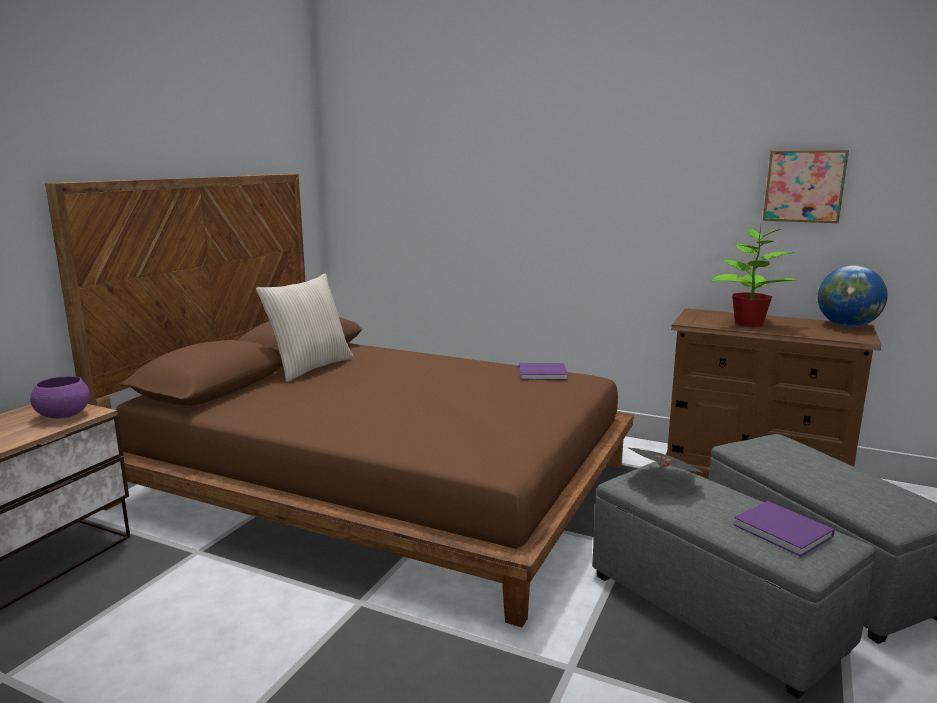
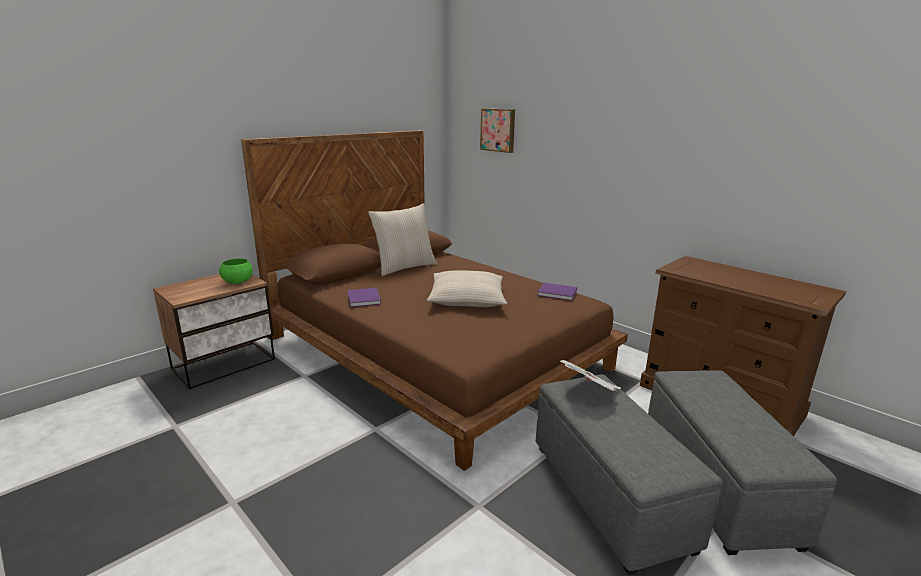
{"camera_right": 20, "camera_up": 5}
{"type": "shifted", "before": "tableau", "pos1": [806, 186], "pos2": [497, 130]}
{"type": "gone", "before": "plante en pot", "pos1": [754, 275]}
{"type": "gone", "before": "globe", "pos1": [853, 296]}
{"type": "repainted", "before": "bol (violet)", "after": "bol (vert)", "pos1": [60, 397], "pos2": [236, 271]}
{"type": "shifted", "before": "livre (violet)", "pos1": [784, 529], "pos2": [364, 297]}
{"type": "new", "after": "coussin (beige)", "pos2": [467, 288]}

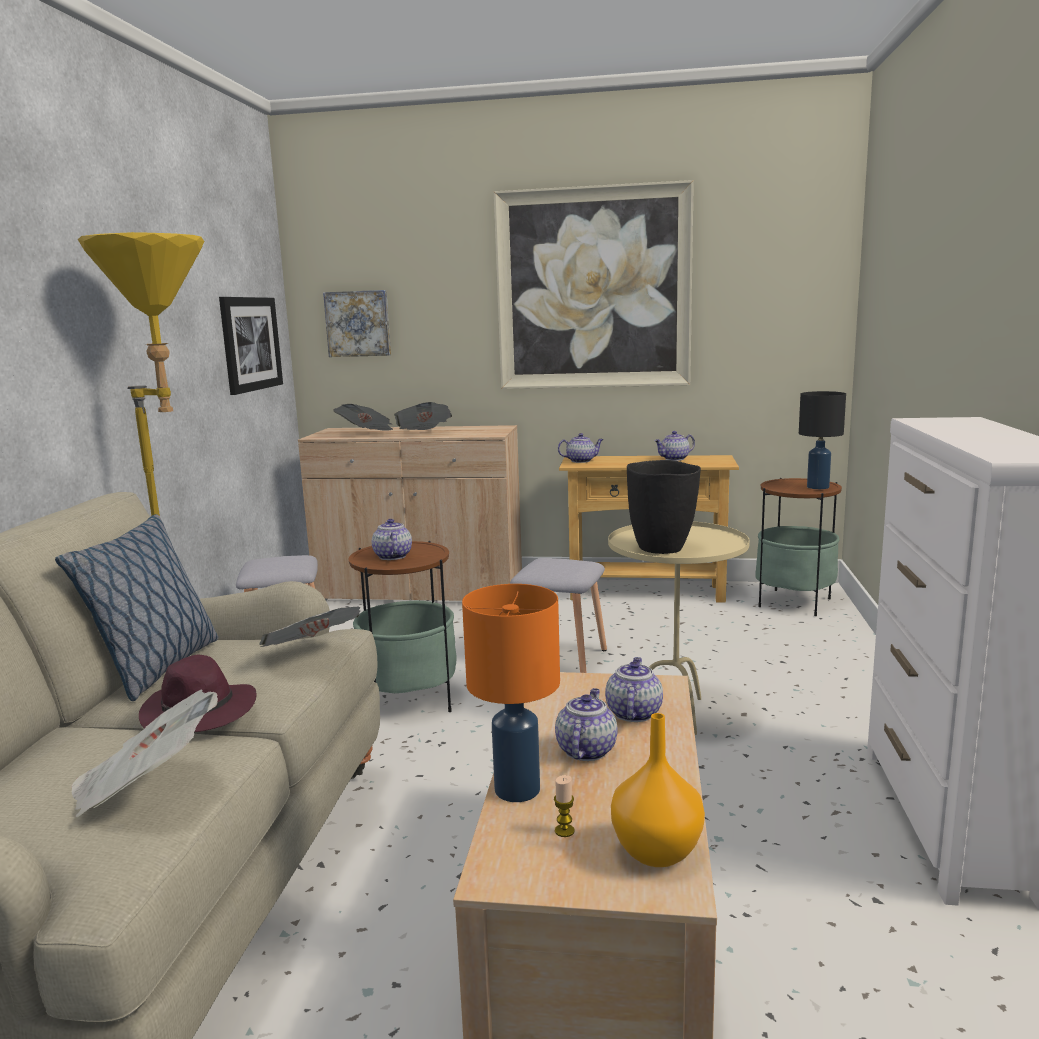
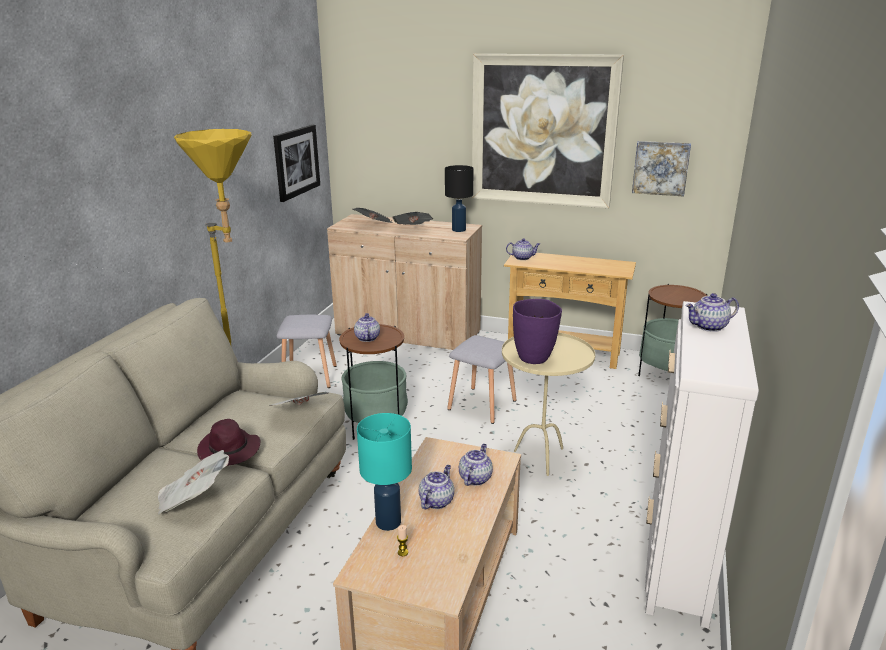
{"camera_right": 10, "camera_up": 10}
{"type": "shifted", "before": "tableau", "pos1": [357, 323], "pos2": [661, 169]}
{"type": "shifted", "before": "lampe de table (noir)", "pos1": [822, 440], "pos2": [459, 198]}
{"type": "shifted", "before": "théière", "pos1": [674, 446], "pos2": [712, 312]}
{"type": "repainted", "before": "vase (noir)", "after": "vase (violet)", "pos1": [664, 507], "pos2": [537, 331]}
{"type": "gone", "before": "coussin", "pos1": [136, 607]}
{"type": "repainted", "before": "lampe de table (orange)", "after": "lampe de table (turquoise)", "pos1": [511, 693], "pos2": [384, 472]}
{"type": "gone", "before": "vase (orange)", "pos1": [658, 790]}

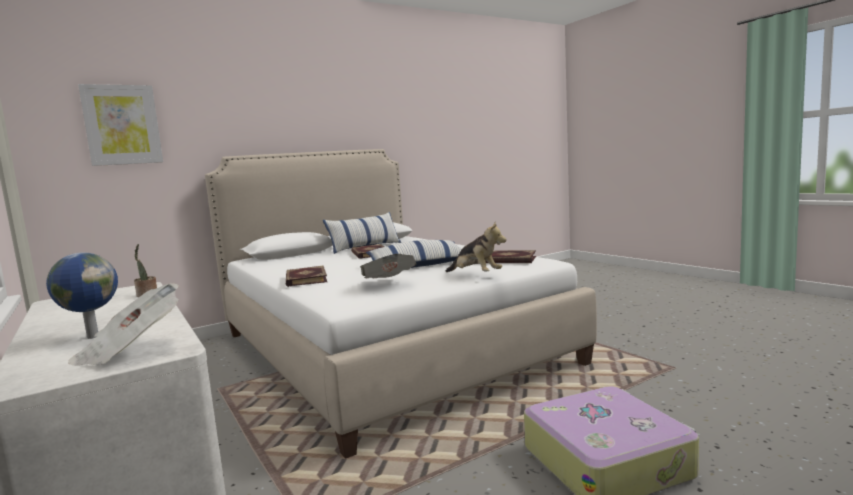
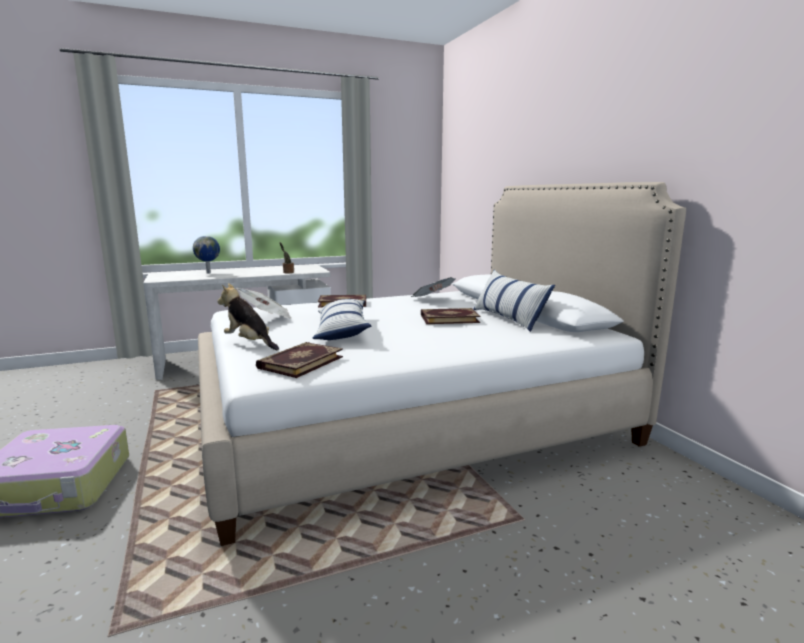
{"camera_right": 100, "camera_up": 5}
{"type": "gone", "before": "tableau", "pos1": [120, 125]}
{"type": "rotated", "before": "peluche", "pos1": [475, 247], "pos2": [248, 316], "turn": 75}
{"type": "shifted", "before": "journal", "pos1": [123, 324], "pos2": [433, 287]}

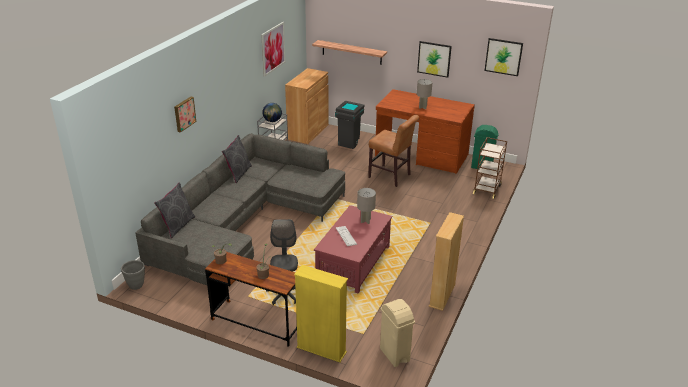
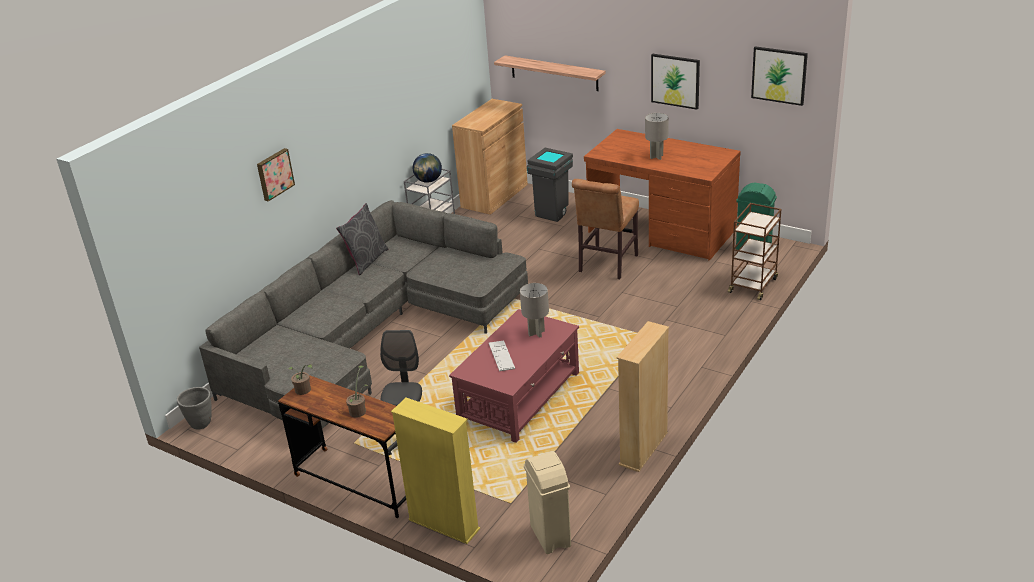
{"camera_right": 10, "camera_up": 0}
{"type": "gone", "before": "tableau", "pos1": [273, 49]}
{"type": "rotated", "before": "chaise (marron)", "pos1": [393, 151], "pos2": [605, 229], "turn": 75}
{"type": "gone", "before": "coussin (gris)", "pos1": [174, 210]}

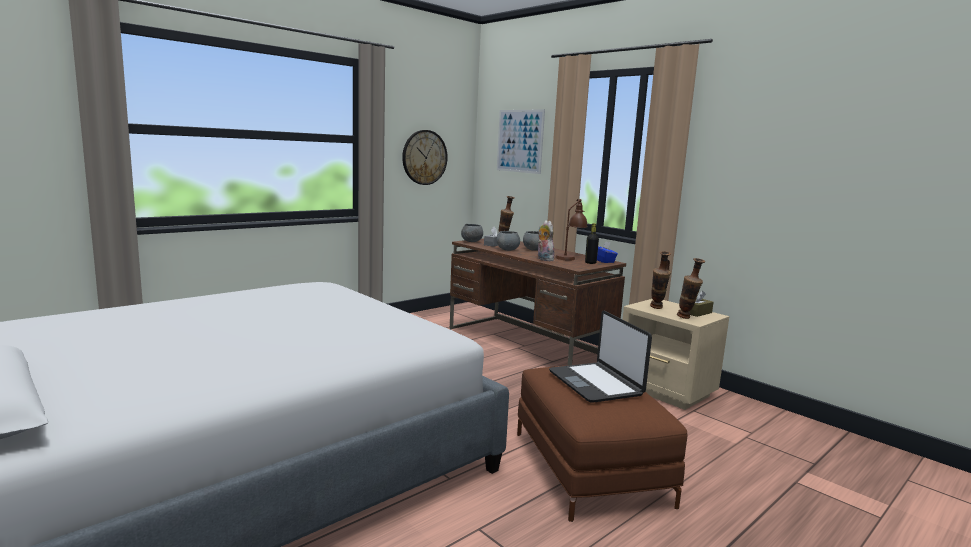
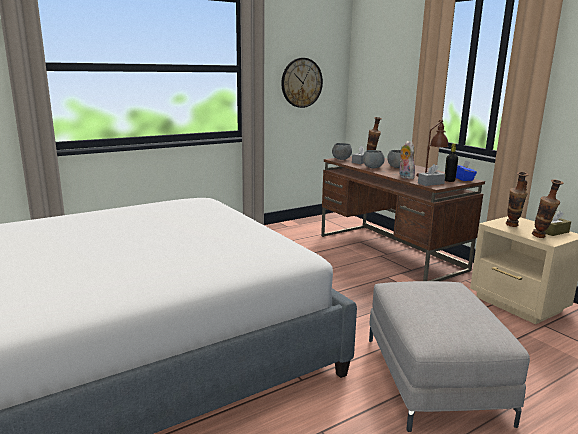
{"camera_right": 10, "camera_up": 5}
{"type": "gone", "before": "tableau", "pos1": [521, 141]}
{"type": "gone", "before": "ordinateur portable", "pos1": [600, 357]}
{"type": "repainted", "before": "pouf (marron)", "after": "pouf (gris)", "pos1": [602, 444], "pos2": [449, 356]}
{"type": "new", "after": "boîte à mouchoirs (gris)", "pos2": [431, 175]}

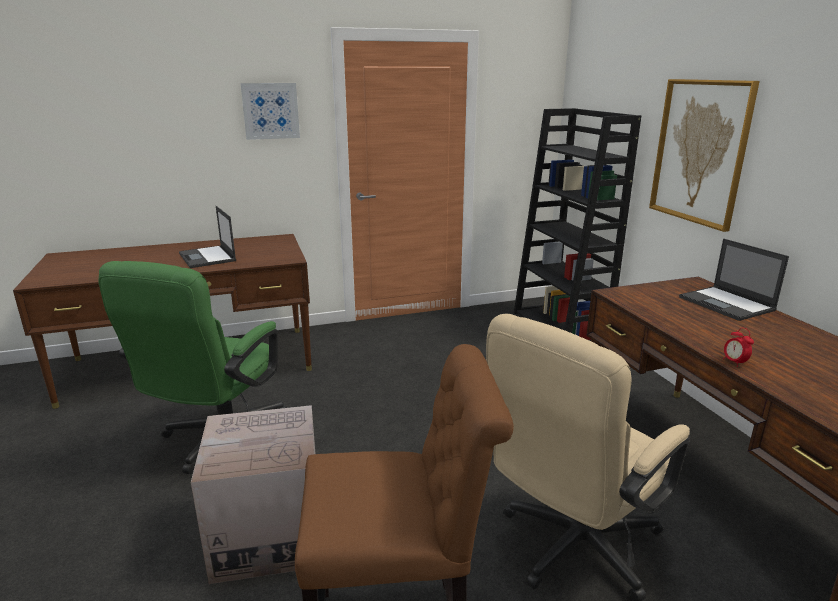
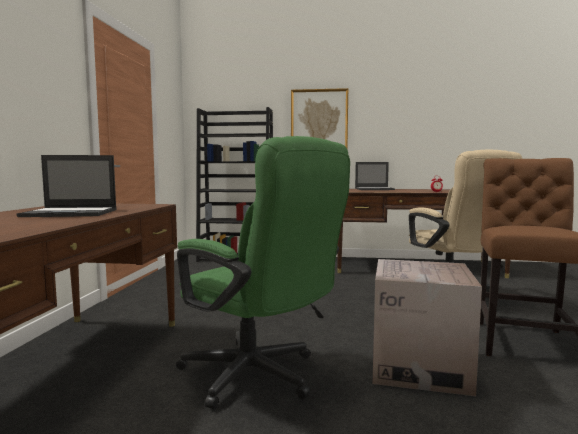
{"camera_right": -65, "camera_up": -15}
{"type": "gone", "before": "tableau", "pos1": [270, 111]}

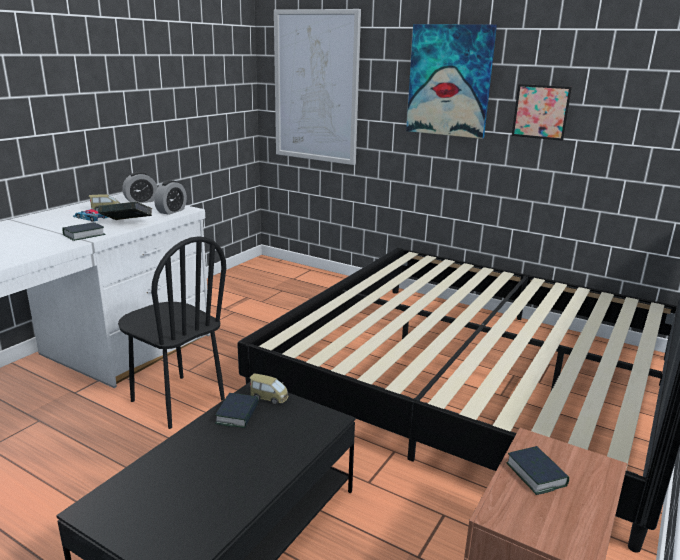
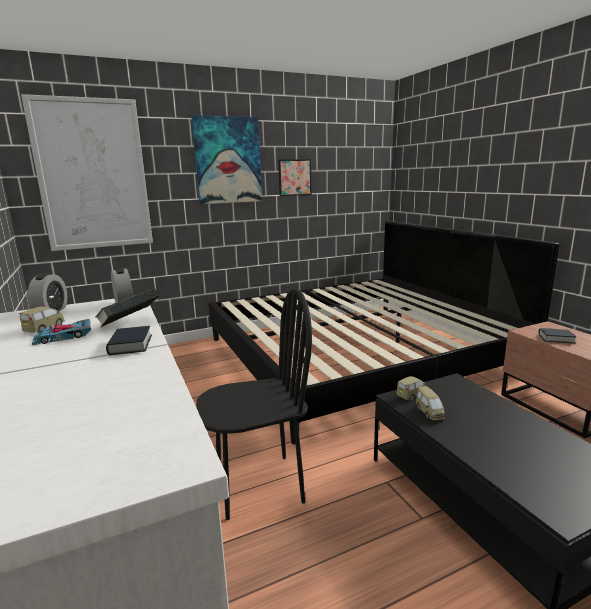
{"camera_right": -55, "camera_up": -5}
{"type": "swapped", "before": "livre", "after": "petite voiture", "pos1": [237, 410], "pos2": [430, 403]}

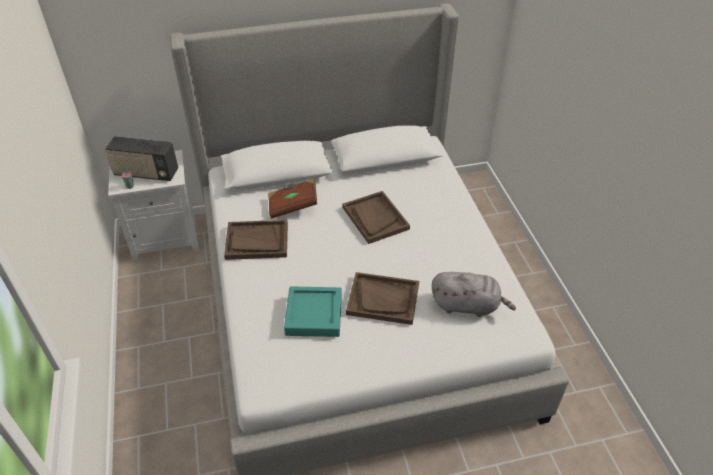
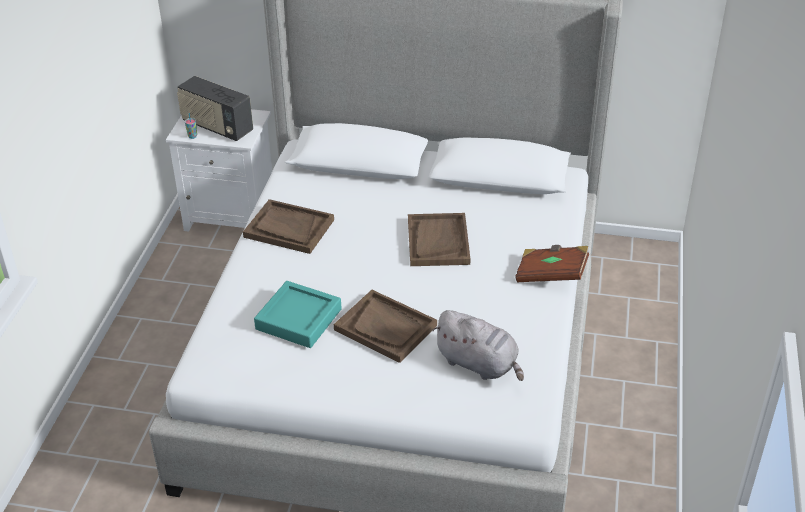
{"camera_right": 25, "camera_up": -5}
{"type": "shifted", "before": "livre (marron)", "pos1": [292, 199], "pos2": [552, 263]}

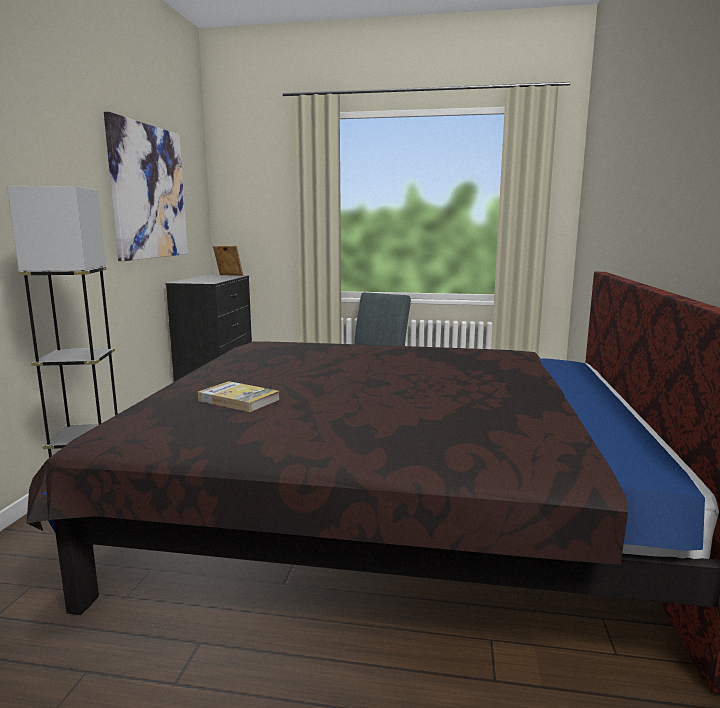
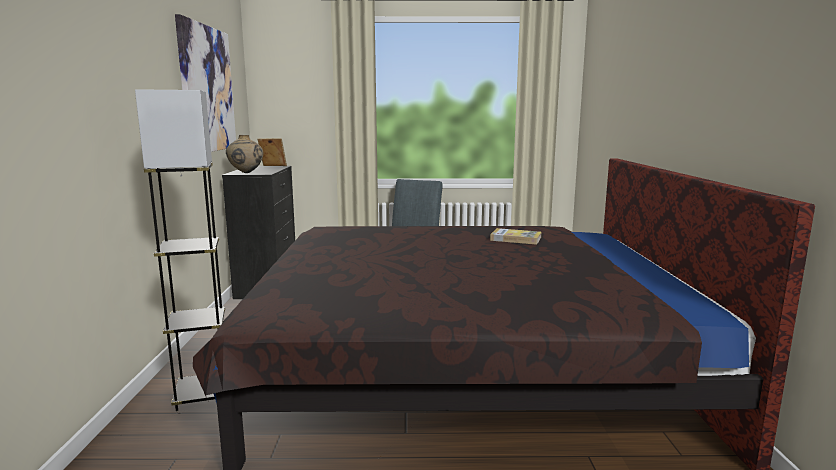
{"camera_right": -10, "camera_up": 0}
{"type": "shifted", "before": "livre", "pos1": [239, 396], "pos2": [515, 236]}
{"type": "new", "after": "vase (beige)", "pos2": [244, 154]}

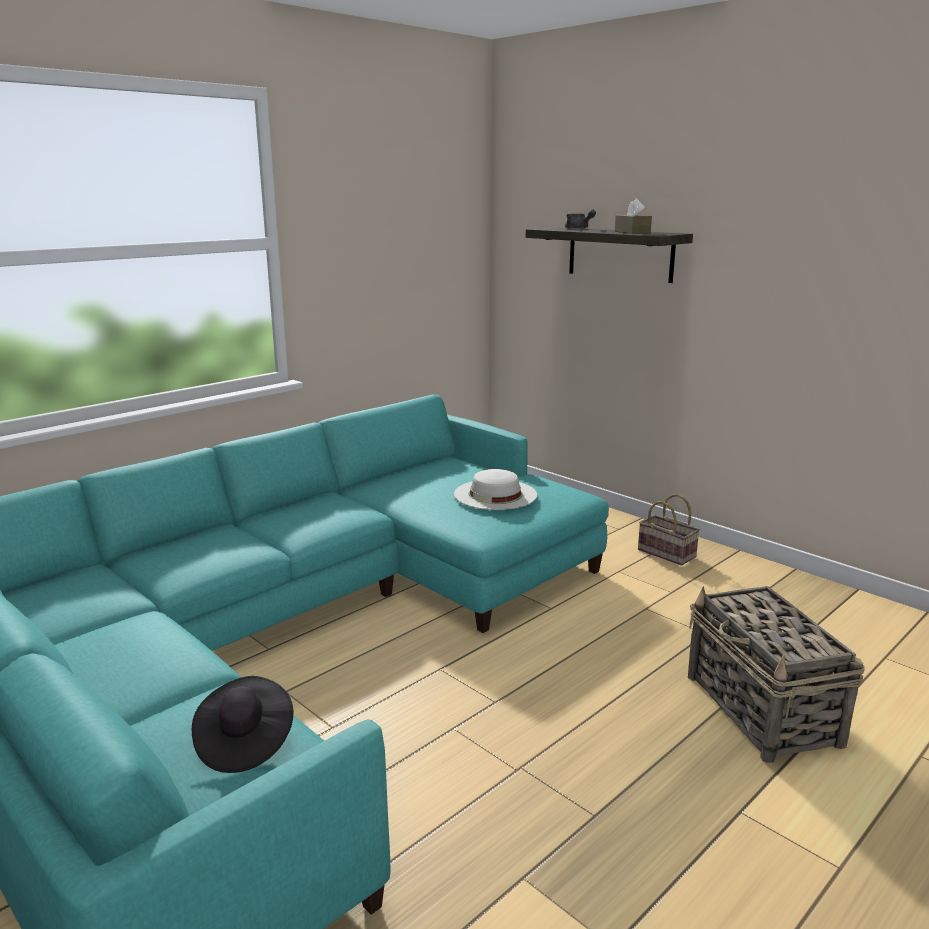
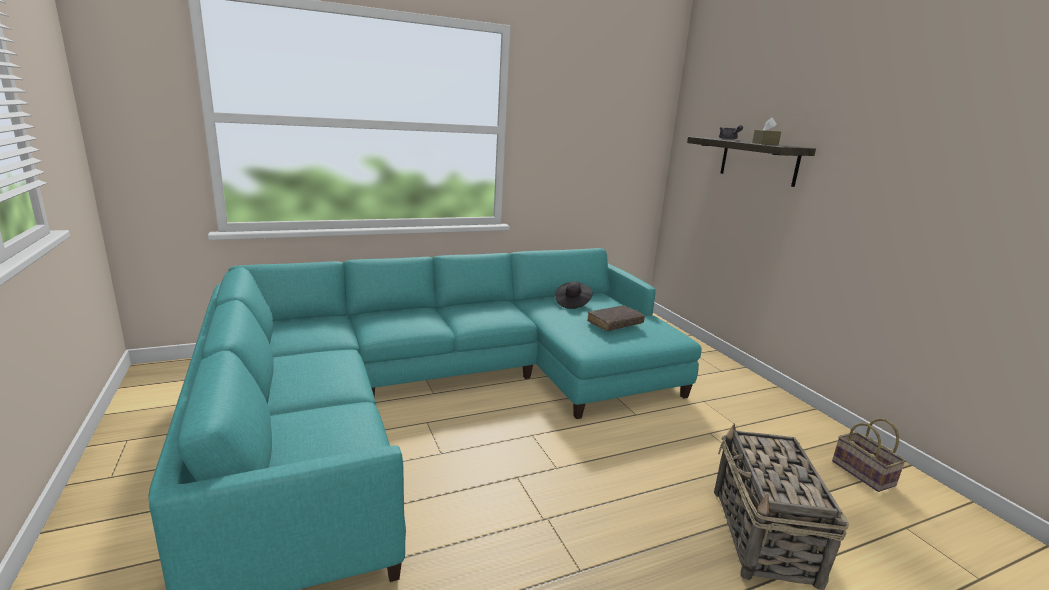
{"camera_right": 20, "camera_up": 0}
{"type": "swapped", "before": "chapeau (blanc)", "after": "livre (marron)", "pos1": [495, 489], "pos2": [616, 318]}
{"type": "shifted", "before": "panier", "pos1": [669, 529], "pos2": [869, 455]}
{"type": "shifted", "before": "chapeau (noir)", "pos1": [242, 724], "pos2": [574, 295]}

